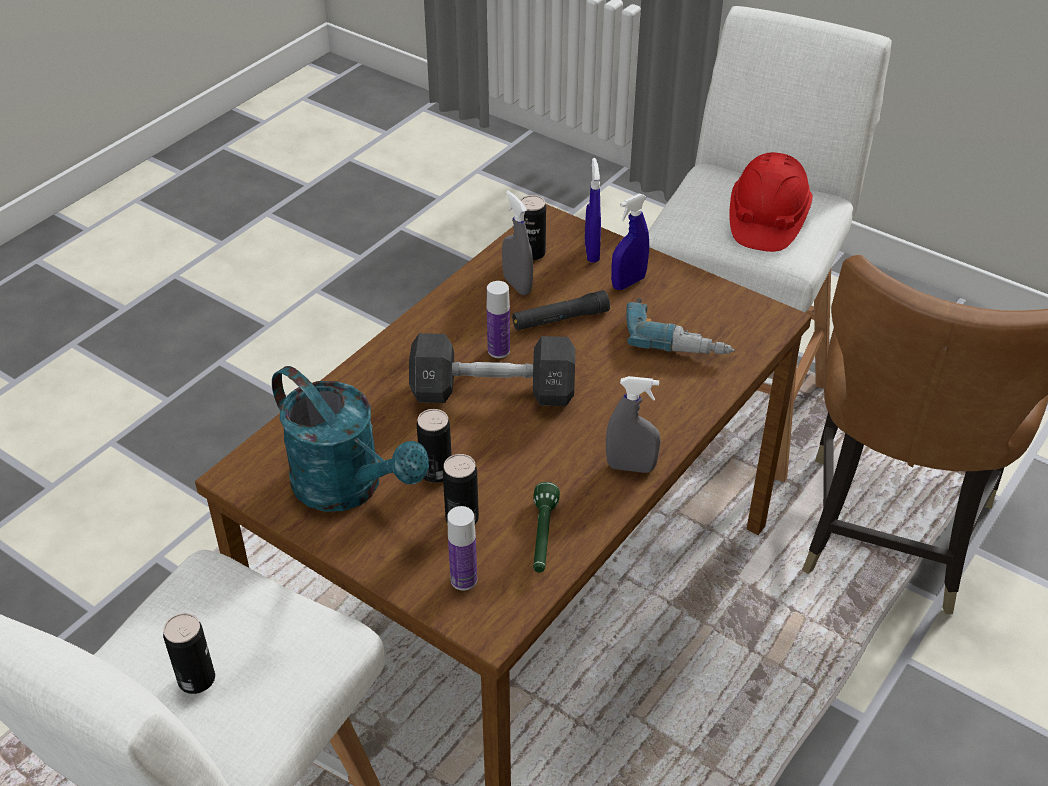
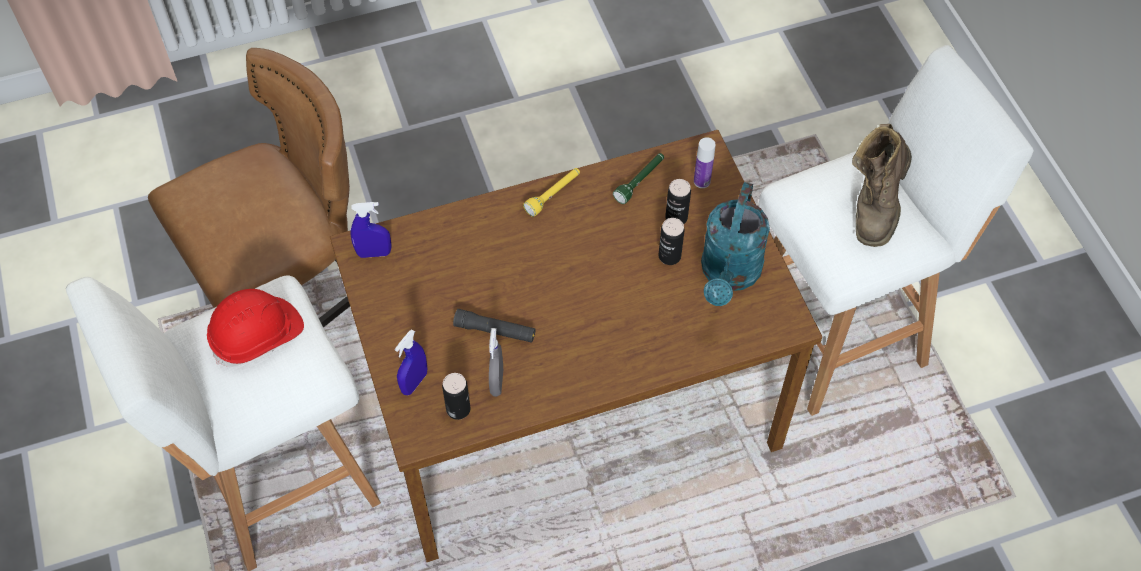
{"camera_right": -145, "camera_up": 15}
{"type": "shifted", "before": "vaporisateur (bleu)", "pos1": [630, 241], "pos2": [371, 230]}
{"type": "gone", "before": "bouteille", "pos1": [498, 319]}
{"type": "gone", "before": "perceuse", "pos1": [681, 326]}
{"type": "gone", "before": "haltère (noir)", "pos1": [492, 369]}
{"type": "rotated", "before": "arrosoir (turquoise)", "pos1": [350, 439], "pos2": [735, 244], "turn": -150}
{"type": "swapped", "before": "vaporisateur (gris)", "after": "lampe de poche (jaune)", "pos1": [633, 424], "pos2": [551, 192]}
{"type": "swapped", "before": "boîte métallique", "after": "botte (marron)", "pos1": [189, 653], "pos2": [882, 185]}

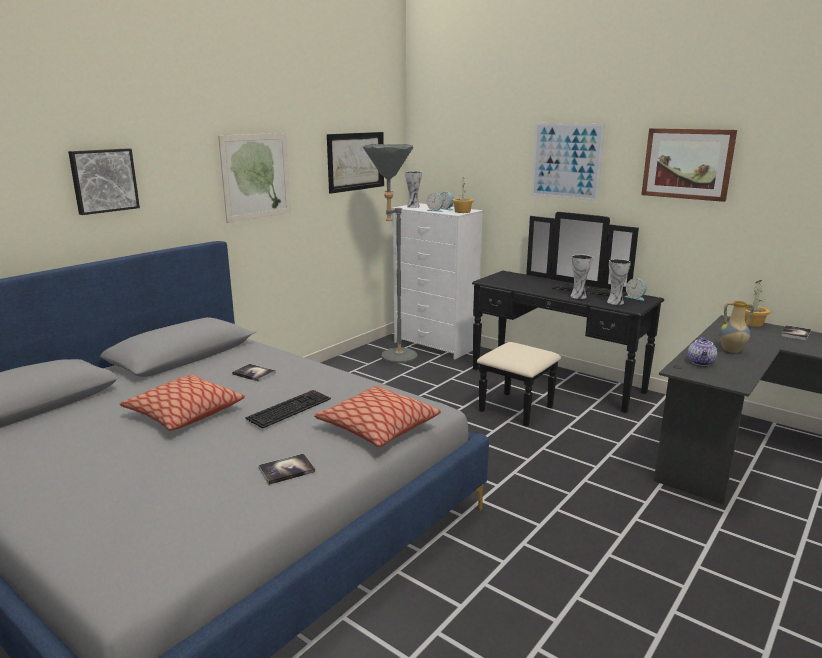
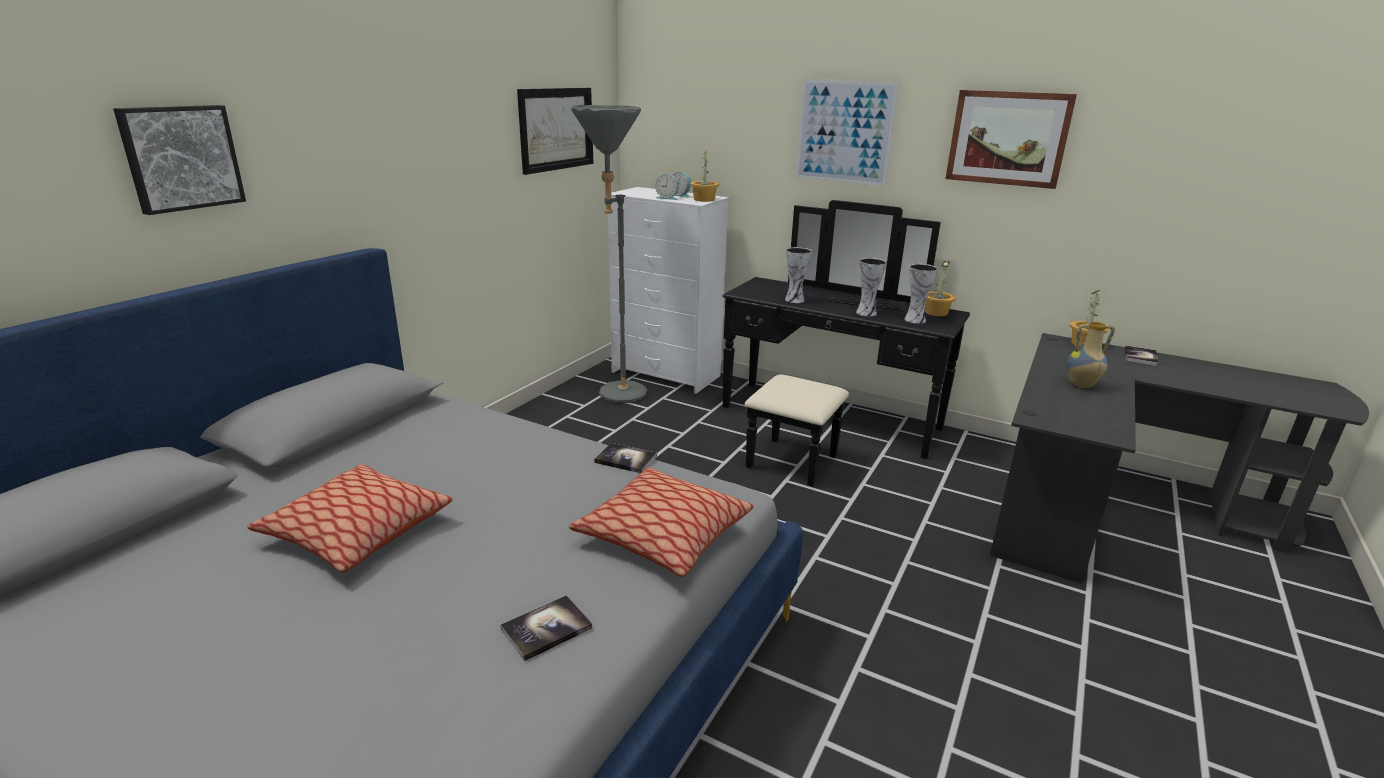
{"camera_right": -10, "camera_up": 5}
{"type": "gone", "before": "tableau", "pos1": [254, 178]}
{"type": "shifted", "before": "vase", "pos1": [413, 189], "pos2": [798, 275]}
{"type": "swapped", "before": "réveil", "after": "plante en pot", "pos1": [636, 289], "pos2": [940, 288]}
{"type": "gone", "before": "théière", "pos1": [702, 351]}
{"type": "shifted", "before": "livre", "pos1": [254, 373], "pos2": [625, 458]}
{"type": "gone", "before": "clavier", "pos1": [288, 409]}

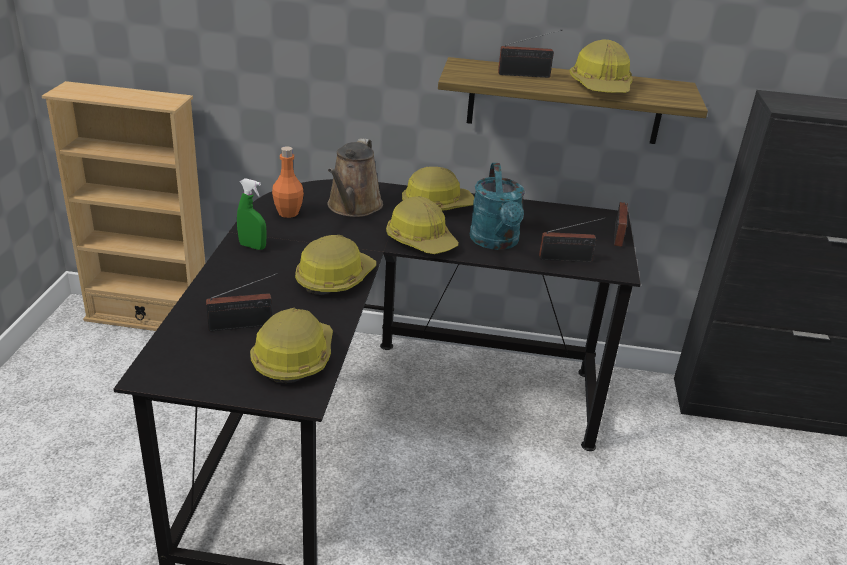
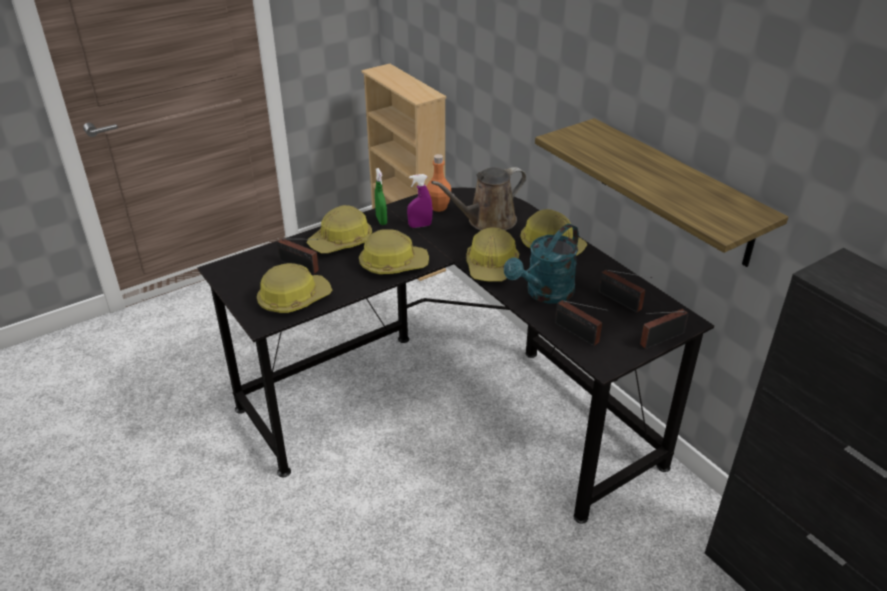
{"camera_right": 50, "camera_up": 5}
{"type": "shifted", "before": "radio", "pos1": [530, 54], "pos2": [625, 291]}
{"type": "shifted", "before": "casque de chantier", "pos1": [601, 66], "pos2": [339, 229]}
{"type": "new", "after": "vaporisateur (violet)", "pos2": [420, 201]}

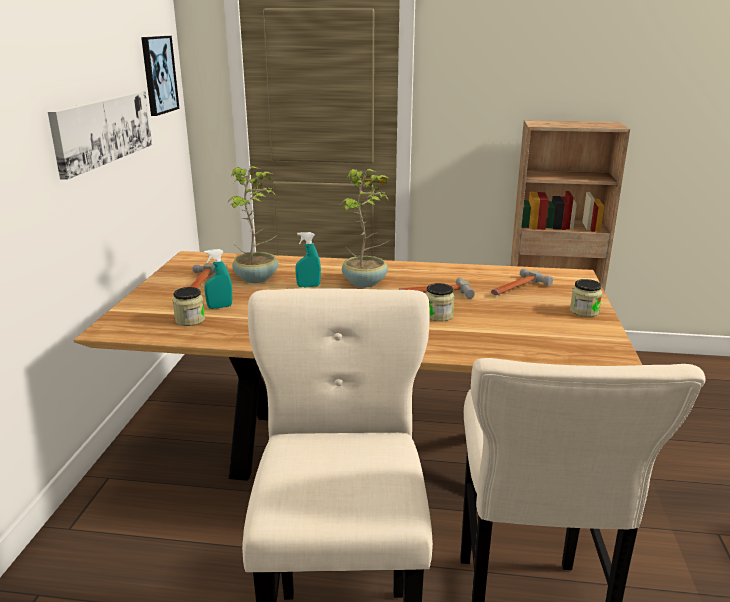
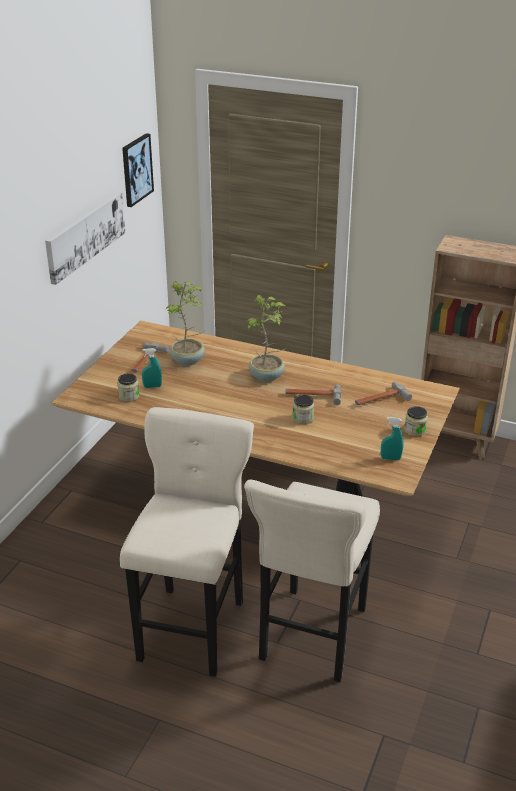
{"camera_right": 15, "camera_up": 10}
{"type": "shifted", "before": "vaporisateur (turquoise)", "pos1": [308, 259], "pos2": [392, 438]}

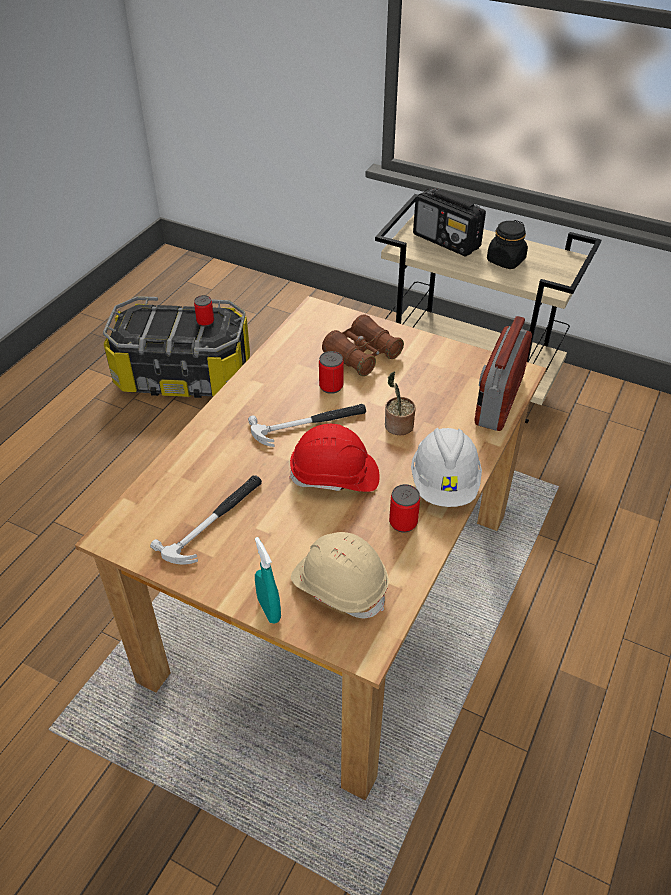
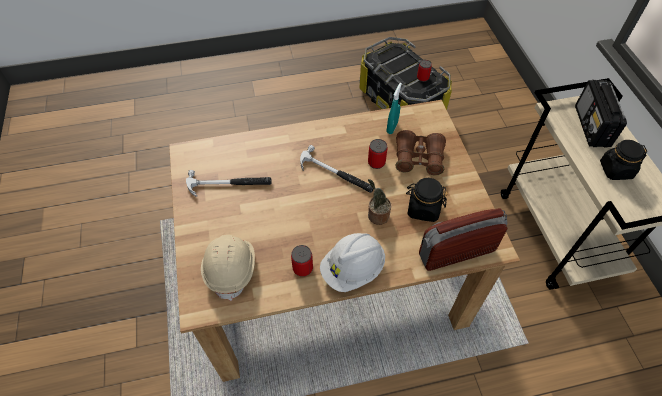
{"camera_right": 50, "camera_up": 10}
{"type": "gone", "before": "casque de chantier (rouge)", "pos1": [334, 458]}
{"type": "shifted", "before": "vaporisateur (turquoise)", "pos1": [268, 580], "pos2": [394, 108]}
{"type": "new", "after": "bocal (noir)", "pos2": [427, 200]}

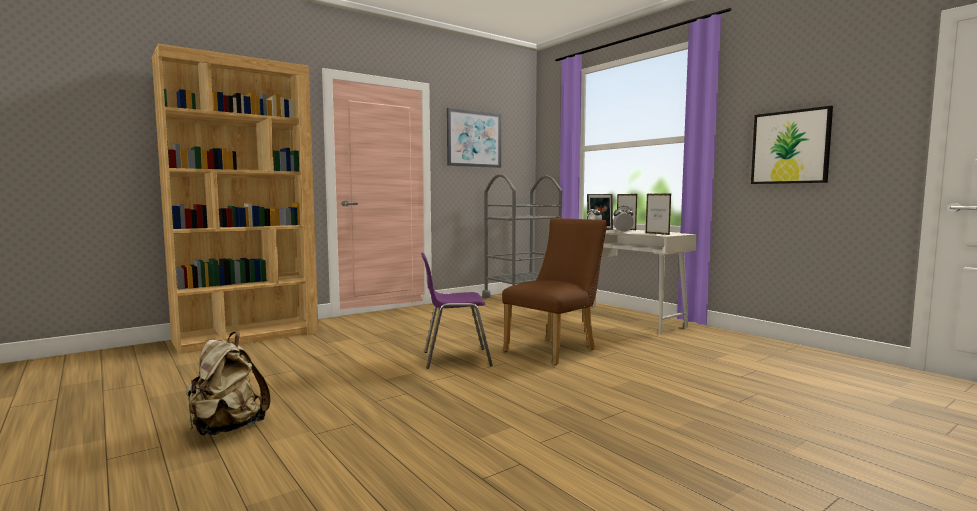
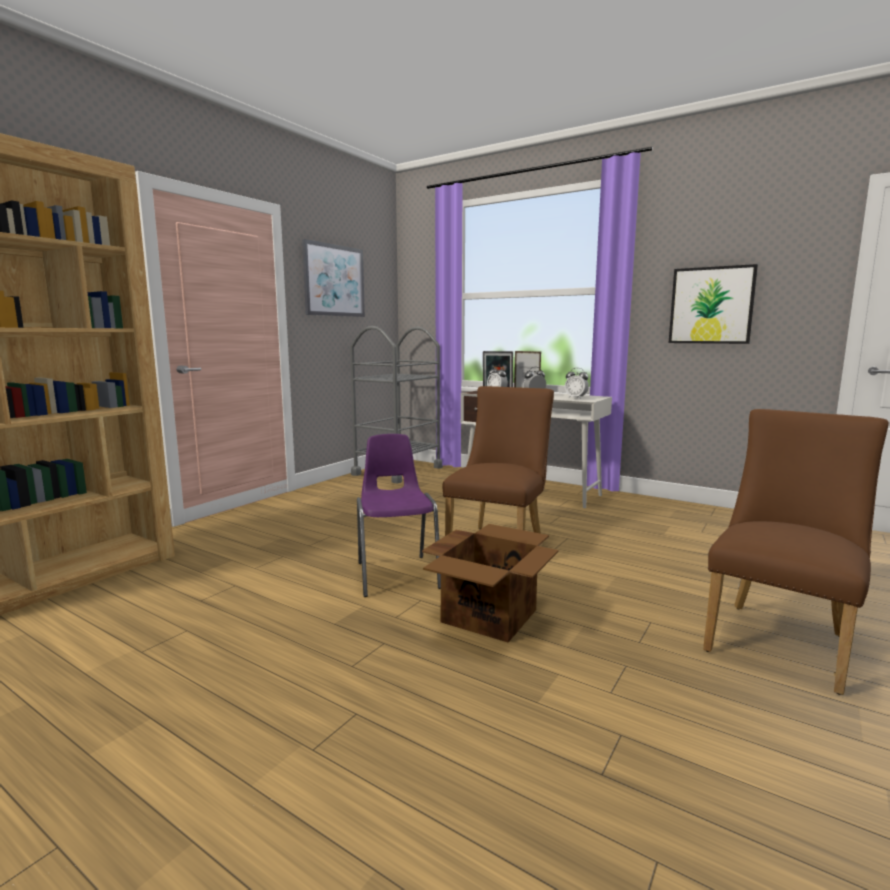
{"camera_right": -20, "camera_up": 5}
{"type": "swapped", "before": "cadre photo", "after": "réveil", "pos1": [658, 214], "pos2": [577, 383]}
{"type": "rotated", "before": "chaise (violet)", "pos1": [457, 310], "pos2": [399, 515], "turn": 105}
{"type": "gone", "before": "sac à dos (beige)", "pos1": [228, 384]}
{"type": "new", "after": "chaise (marron)", "pos2": [796, 552]}
{"type": "new", "after": "carton", "pos2": [490, 583]}

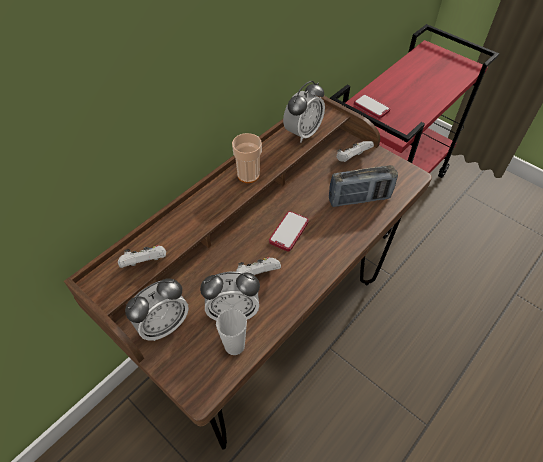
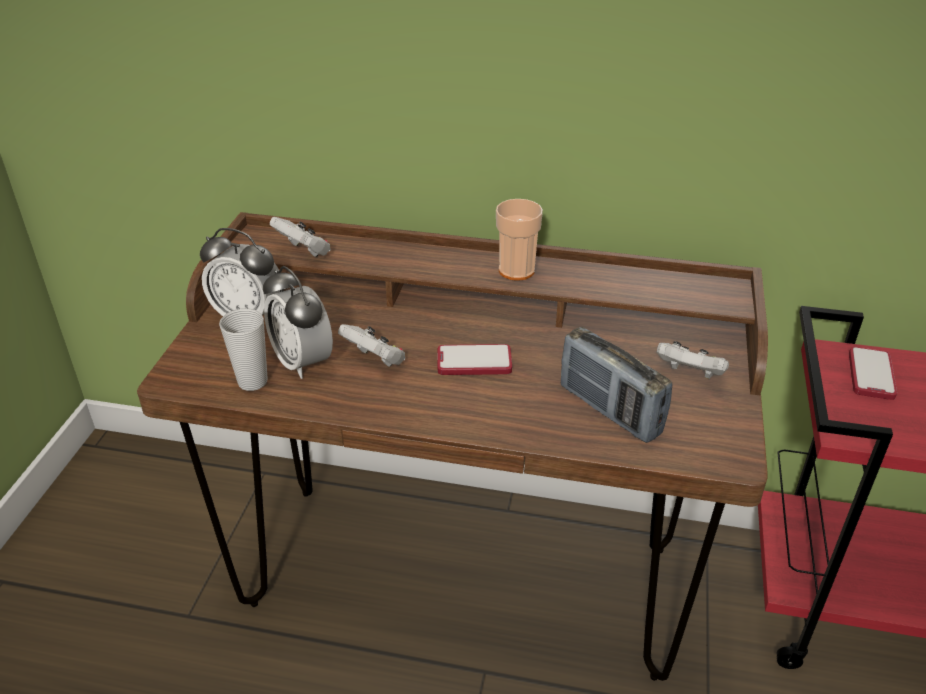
{"camera_right": 60, "camera_up": -15}
{"type": "gone", "before": "réveil", "pos1": [304, 112]}

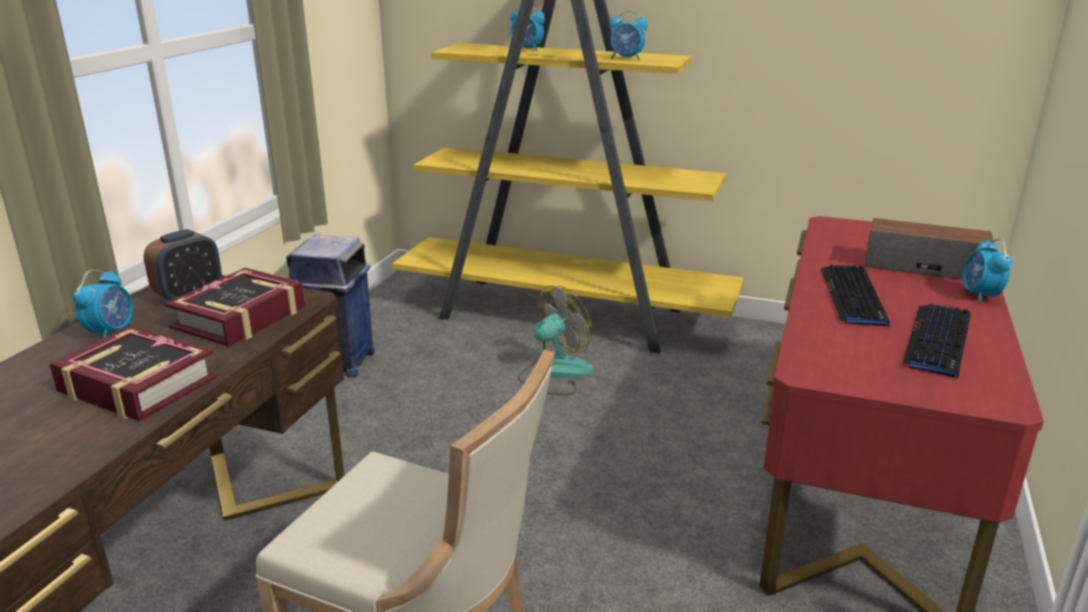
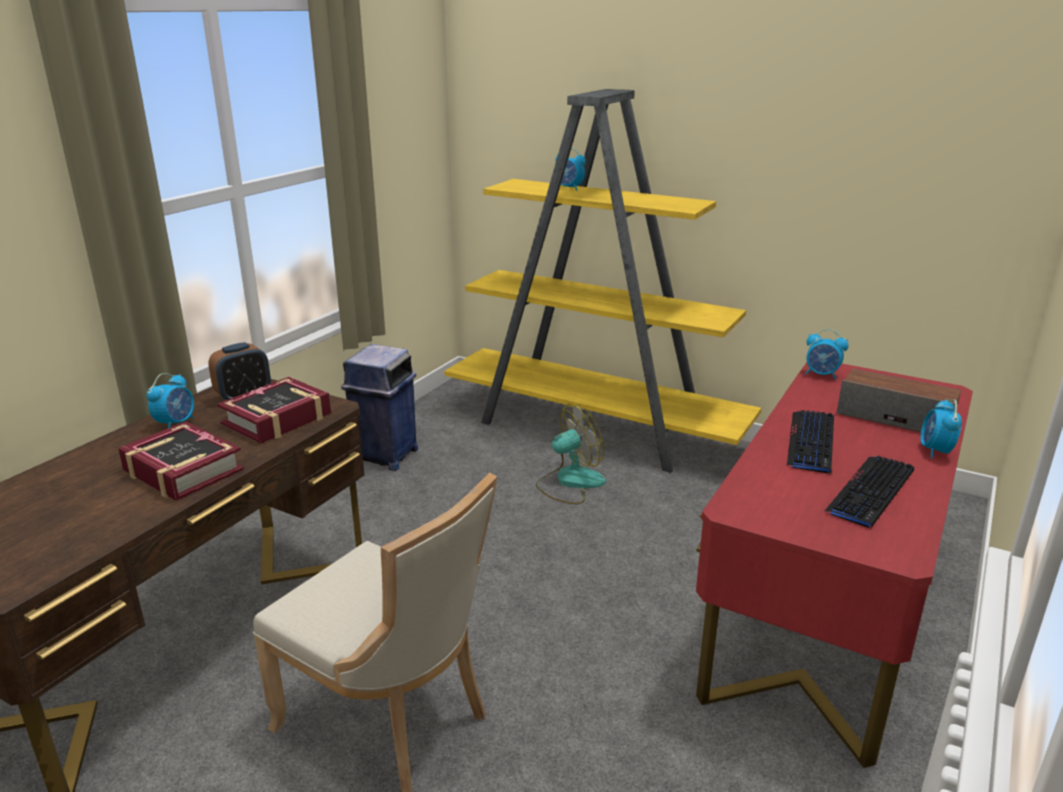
{"camera_right": 10, "camera_up": 0}
{"type": "shifted", "before": "réveil", "pos1": [629, 35], "pos2": [826, 354]}

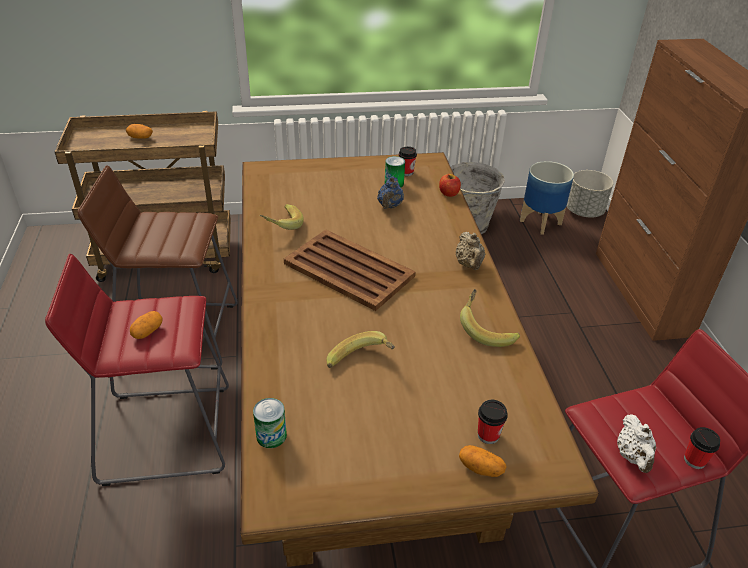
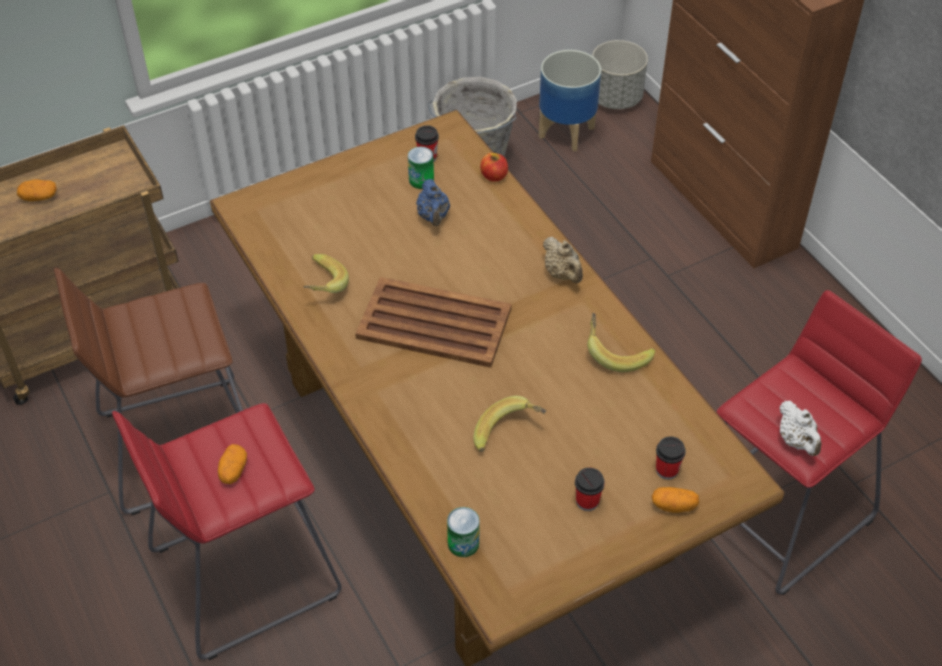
{"camera_right": -20, "camera_up": 10}
{"type": "shifted", "before": "tasse", "pos1": [702, 448], "pos2": [590, 489]}

